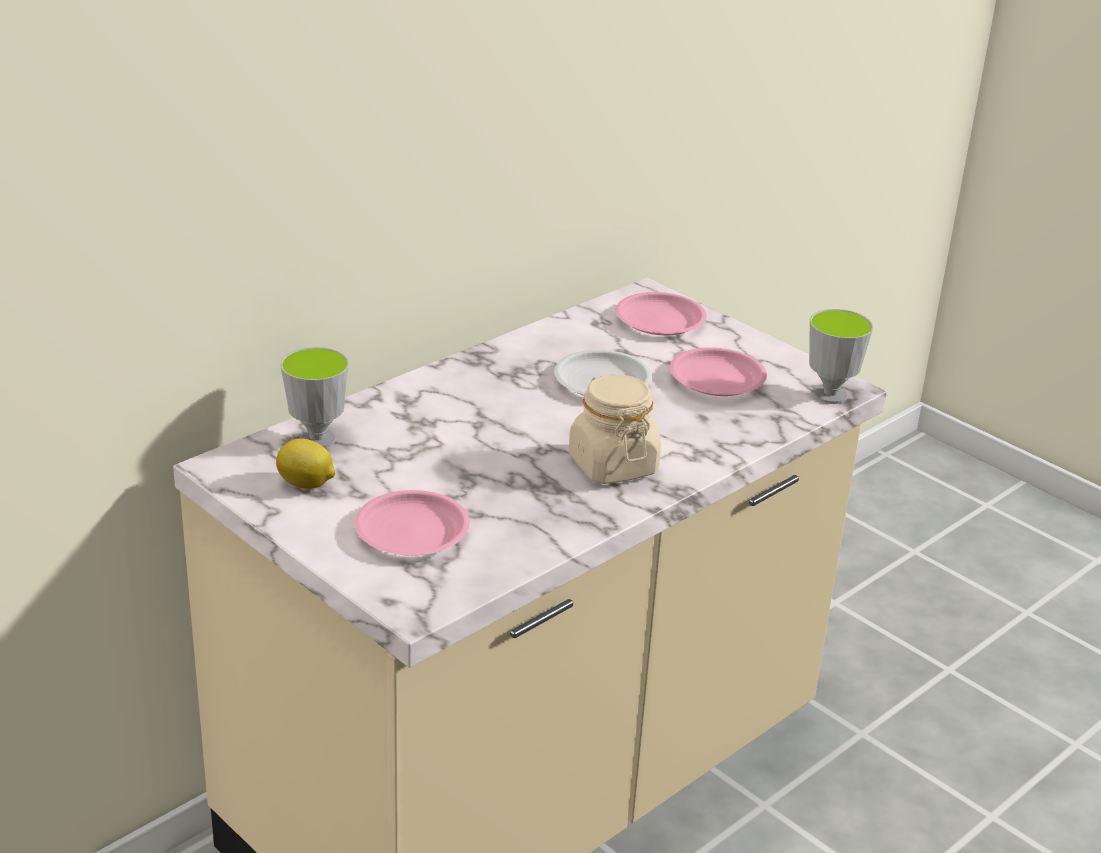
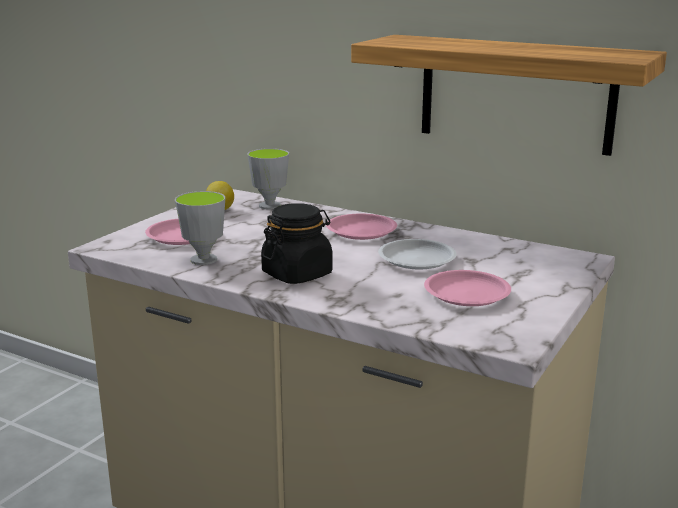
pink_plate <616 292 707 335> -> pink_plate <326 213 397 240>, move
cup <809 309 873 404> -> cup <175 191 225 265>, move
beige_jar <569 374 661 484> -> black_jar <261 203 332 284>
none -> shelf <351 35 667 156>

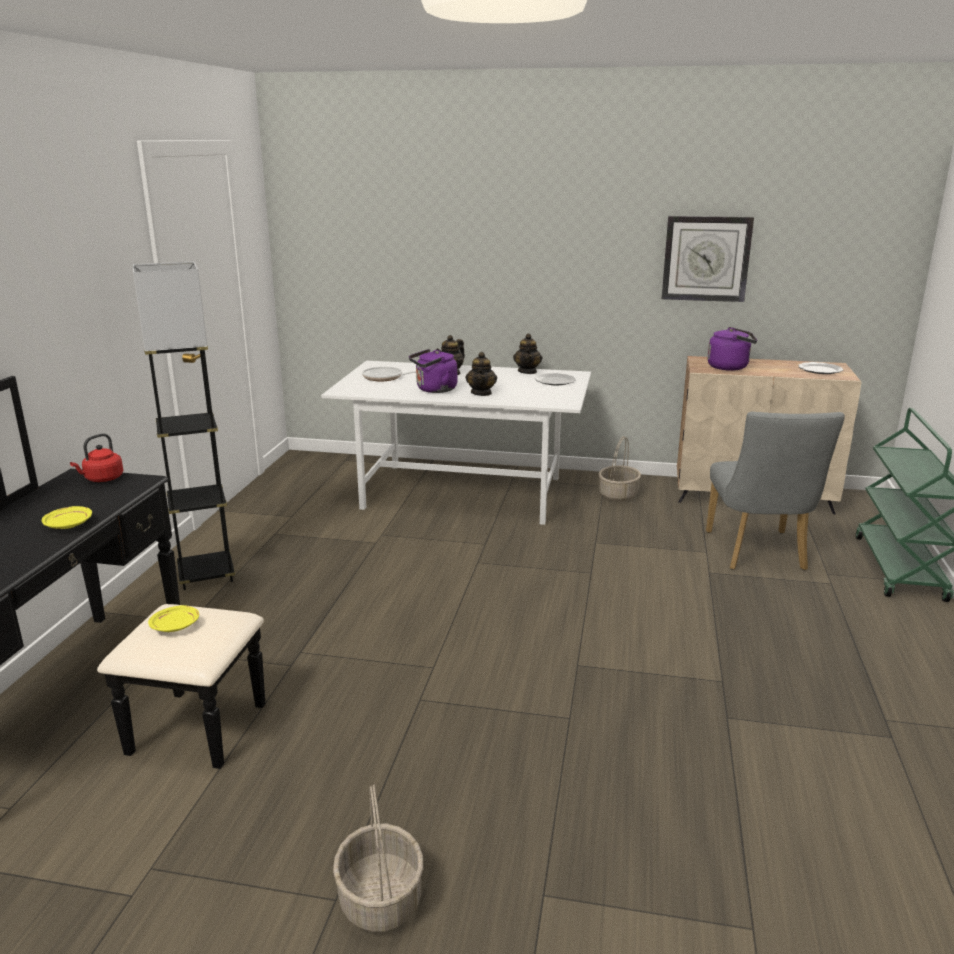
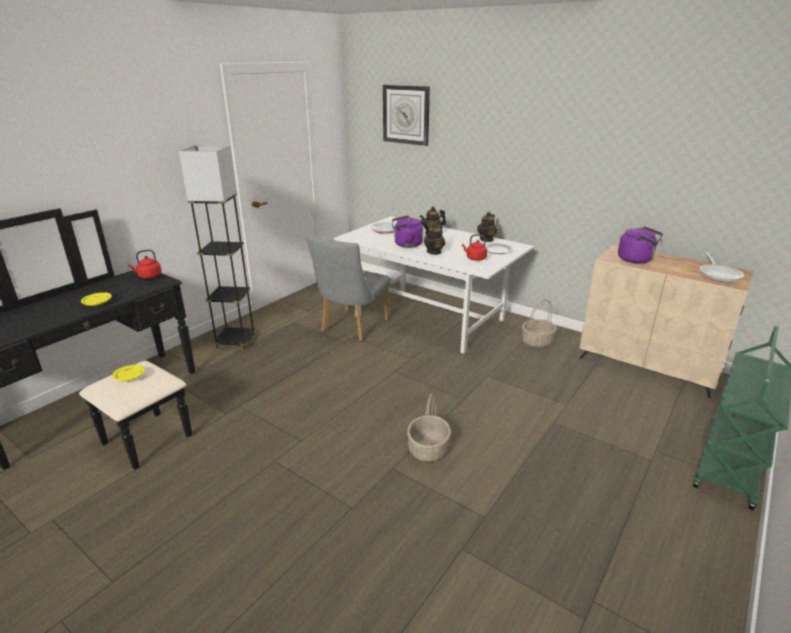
wall_clock <662 216 754 302> -> wall_clock <383 85 430 146>, move
plate <798 362 843 374> -> frying_pan <700 252 744 282>
grey_chair <706 412 845 570> -> grey_chair <307 235 390 341>, move
basket <333 785 423 932> -> basket <407 393 451 462>, move
none -> red_kettle <462 234 487 261>

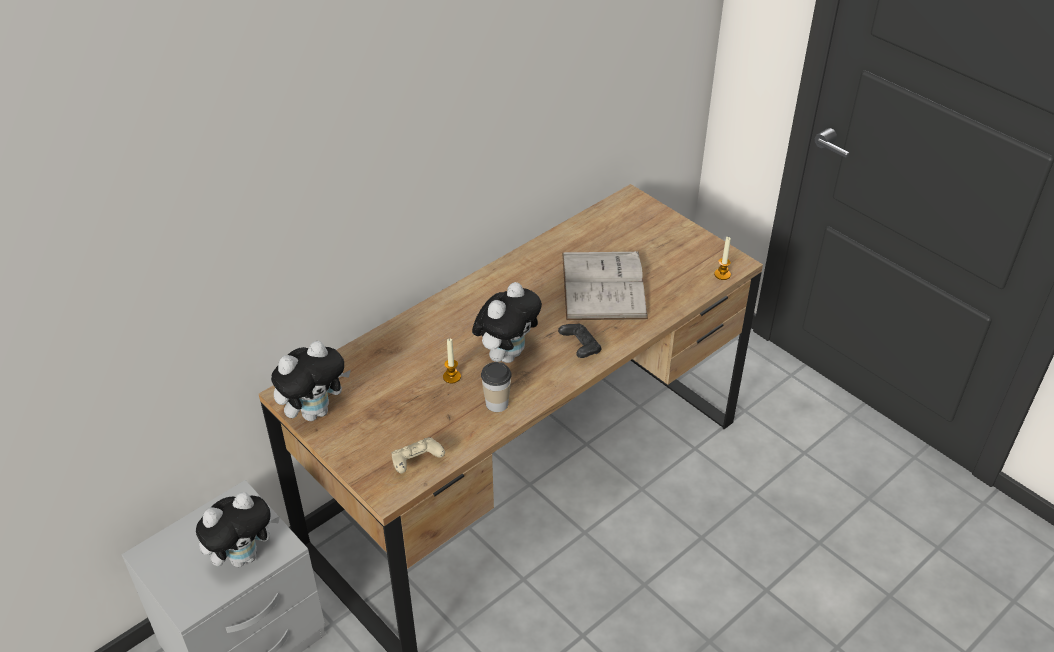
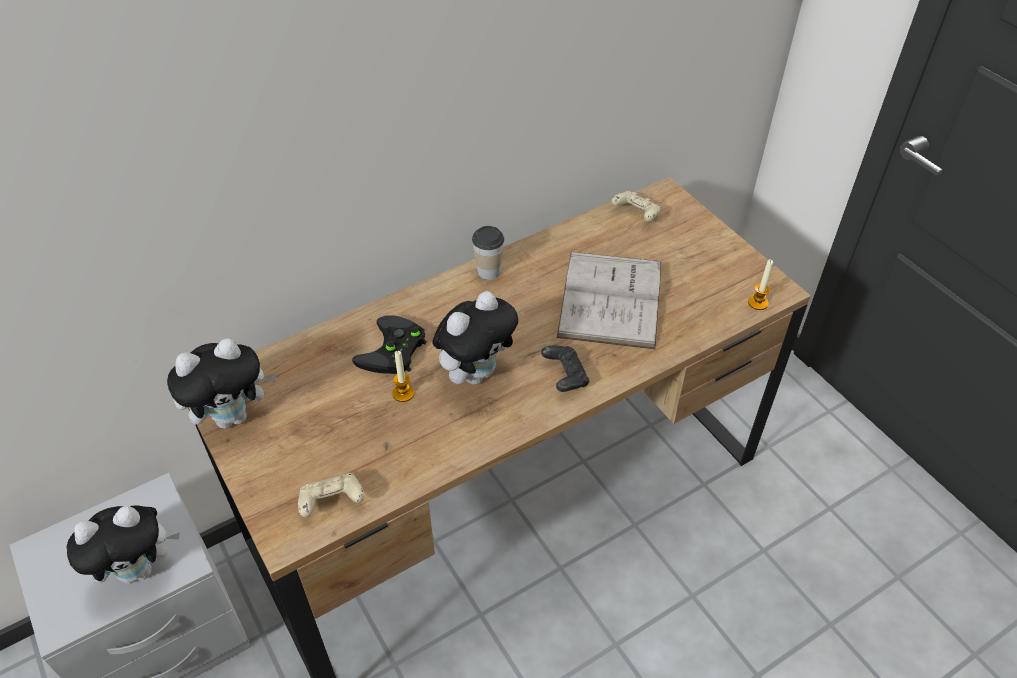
cup <481 362 512 412> -> cup <472 226 504 280>, move
none -> beige_game_controller <611 191 661 222>
none -> black_game_controller <352 316 427 374>

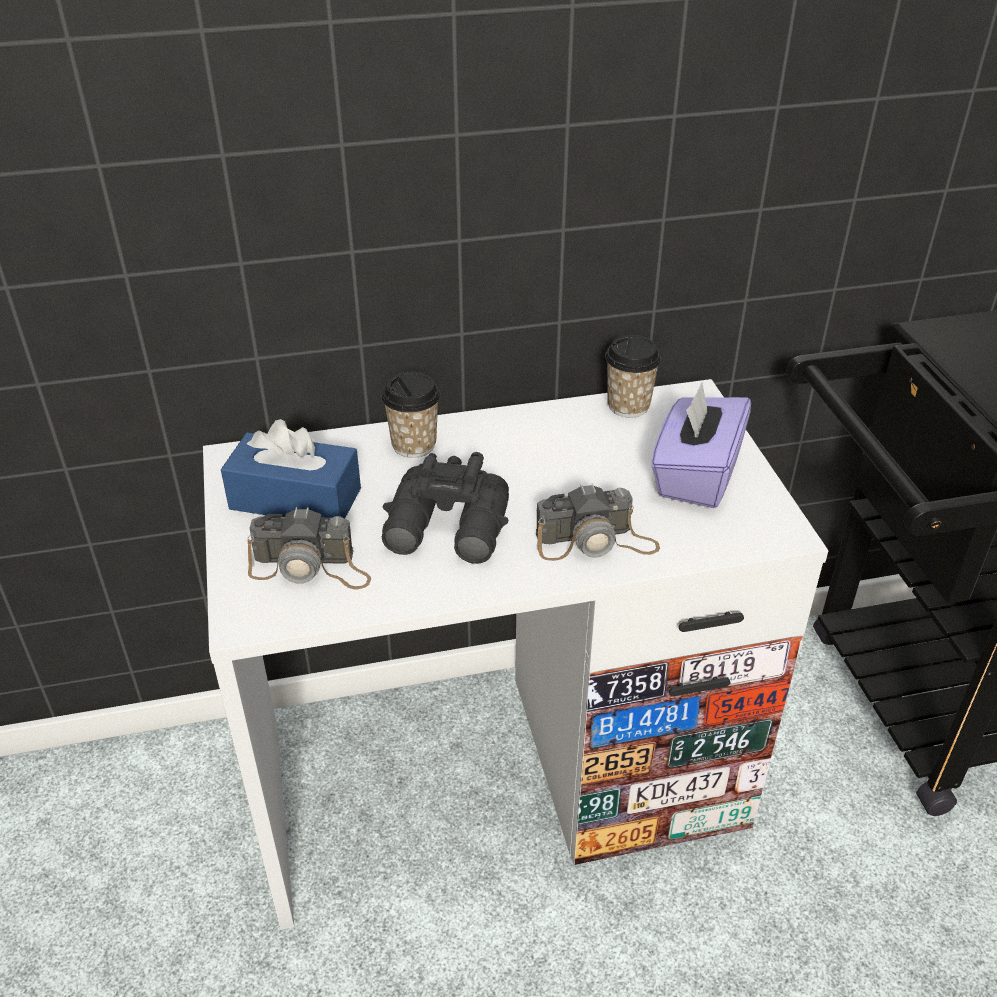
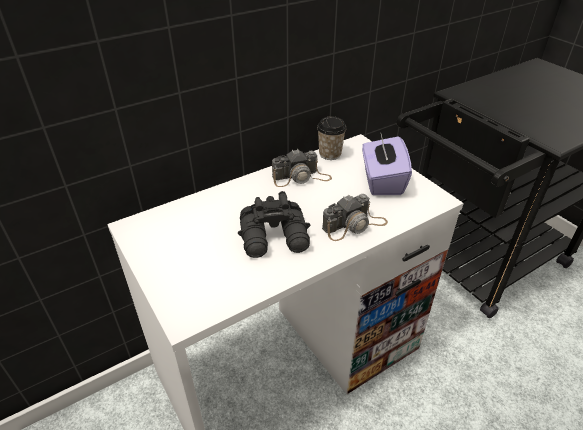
cup <382 372 440 458> -> none
blue_tissue_box <221 419 361 518> -> none
photo_camera <247 507 371 589> -> photo_camera <272 149 332 187>, move

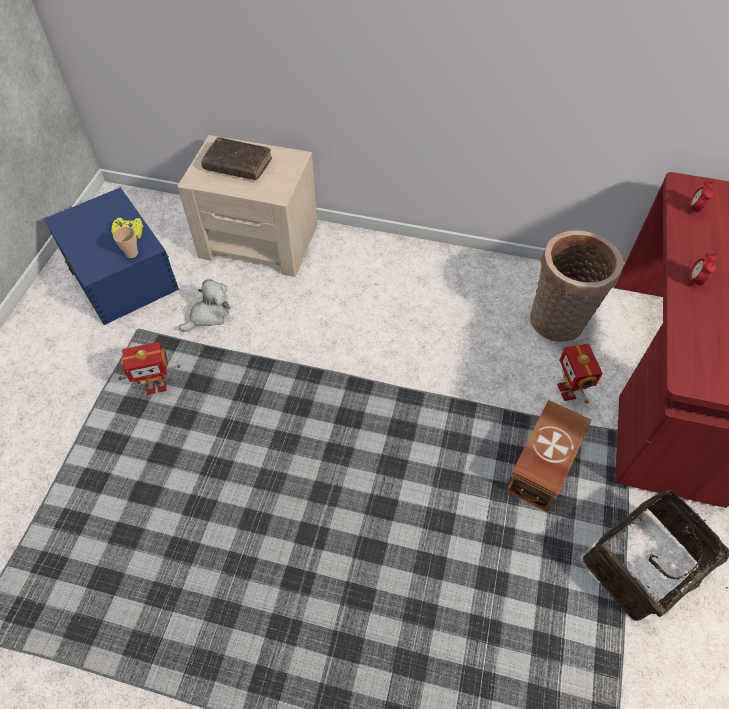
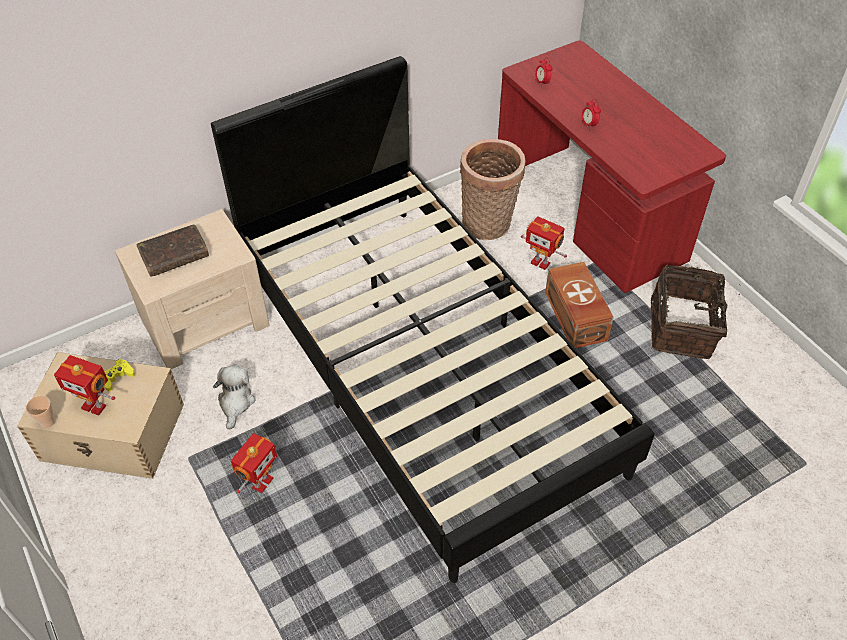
blue_storage_box <44 187 179 325> -> beige_storage_box <17 352 184 479>
cup <113 227 138 258> -> cup <26 396 55 428>, move
none -> black_bed <211 56 654 583>
none -> toy_robot <54 355 115 416>

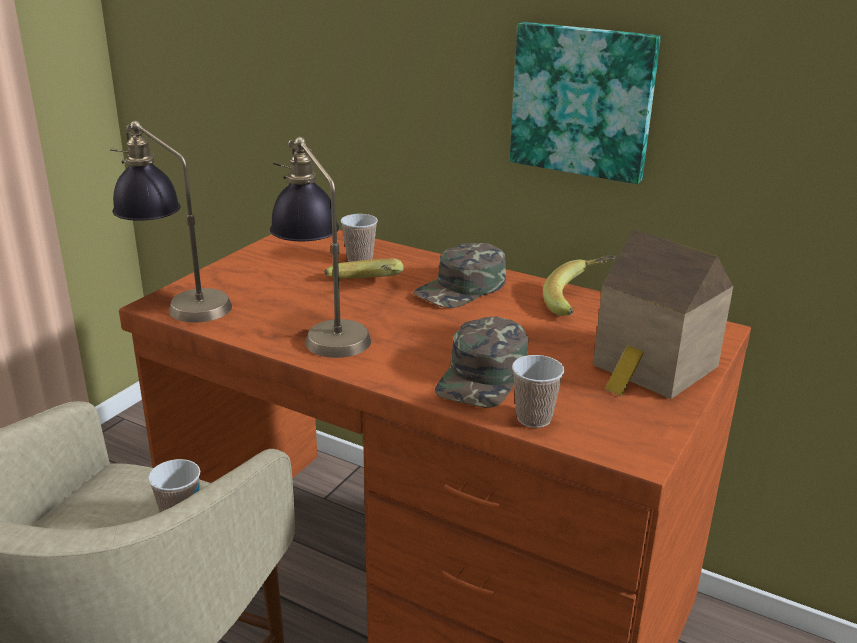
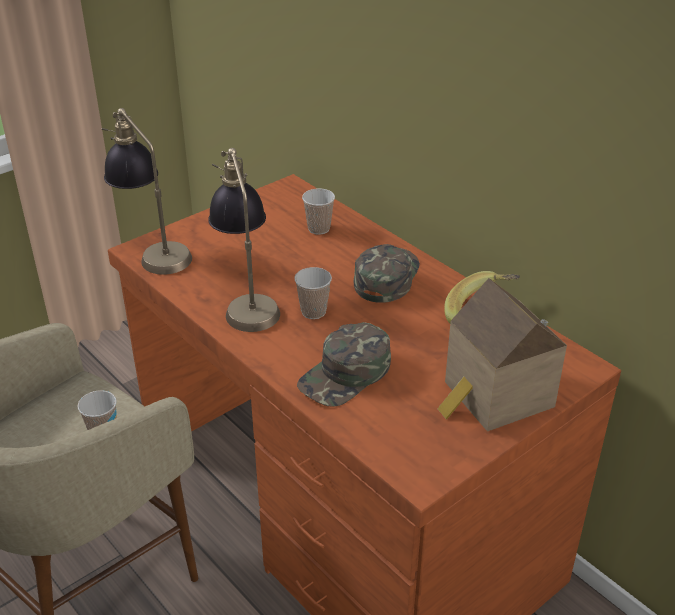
picture <510 22 661 184> -> none
green_cap <413 243 506 308> -> green_cap <354 244 420 303>, 135 degrees clockwise
banana <324 258 404 279> -> none
cup <512 355 565 428> -> cup <294 267 332 319>, move

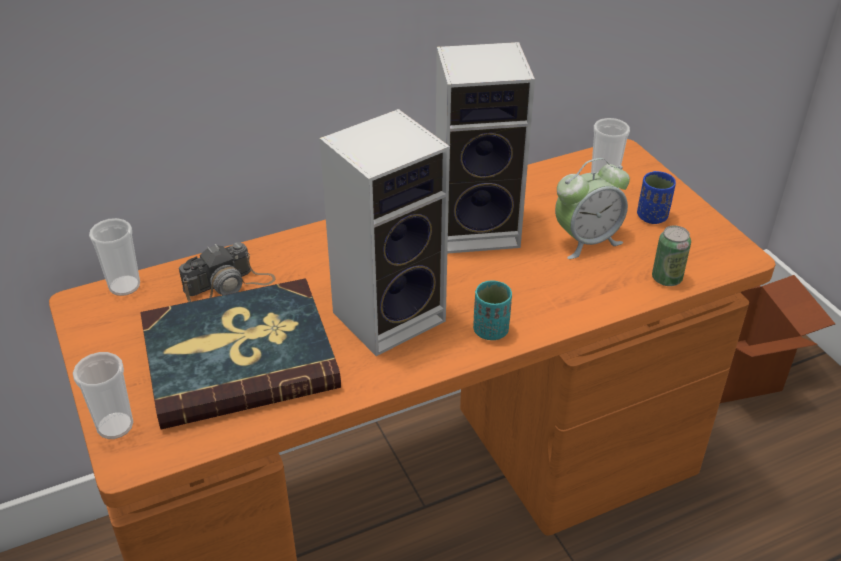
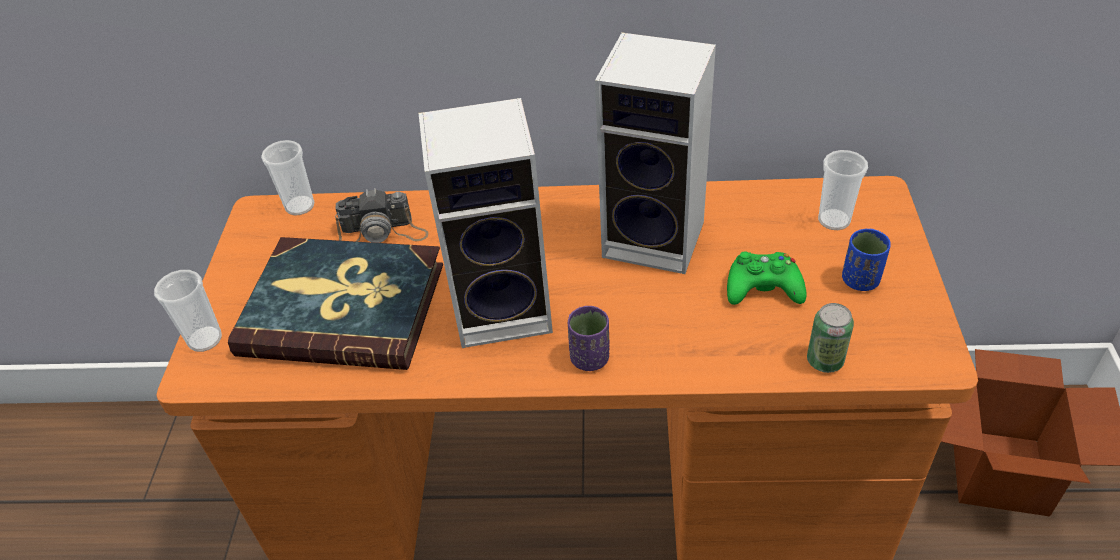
alarm_clock <555 158 630 259> -> green_game_controller <727 251 806 305>
turquoise_cup <473 280 512 340> -> purple_cup <568 305 609 371>

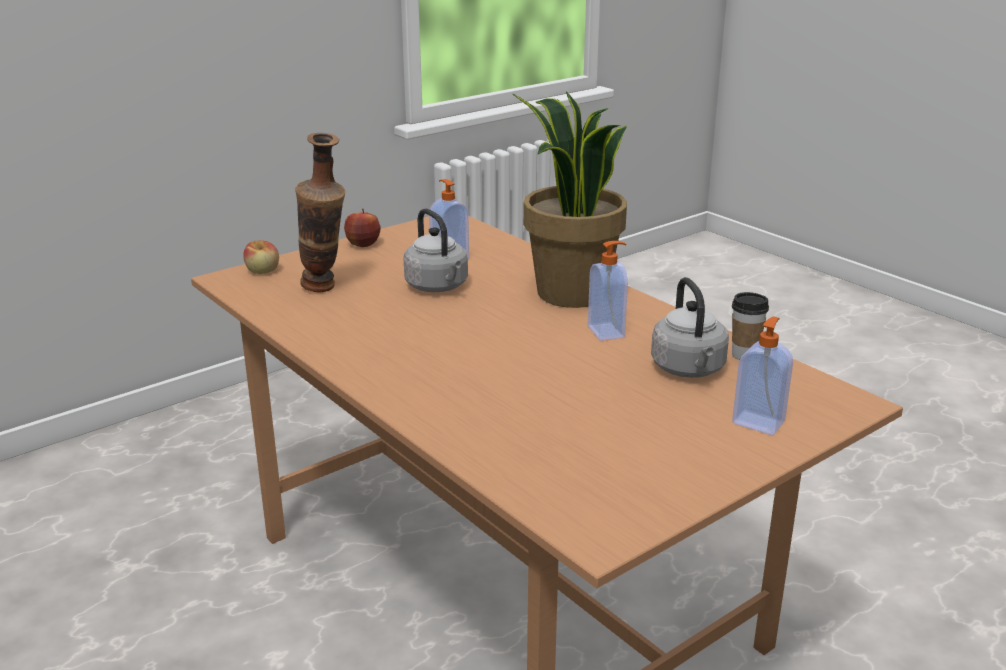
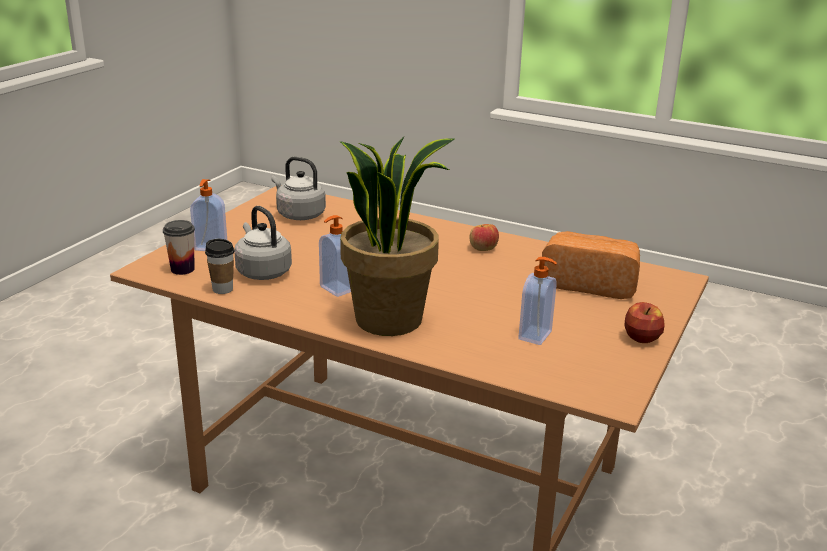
vase <296 133 345 293> -> bread <542 231 640 299>
grey_kettle <403 209 468 292> -> grey_kettle <271 156 326 220>, move
apple <243 240 279 274> -> apple <470 224 499 251>, move
none -> cup <163 220 195 275>

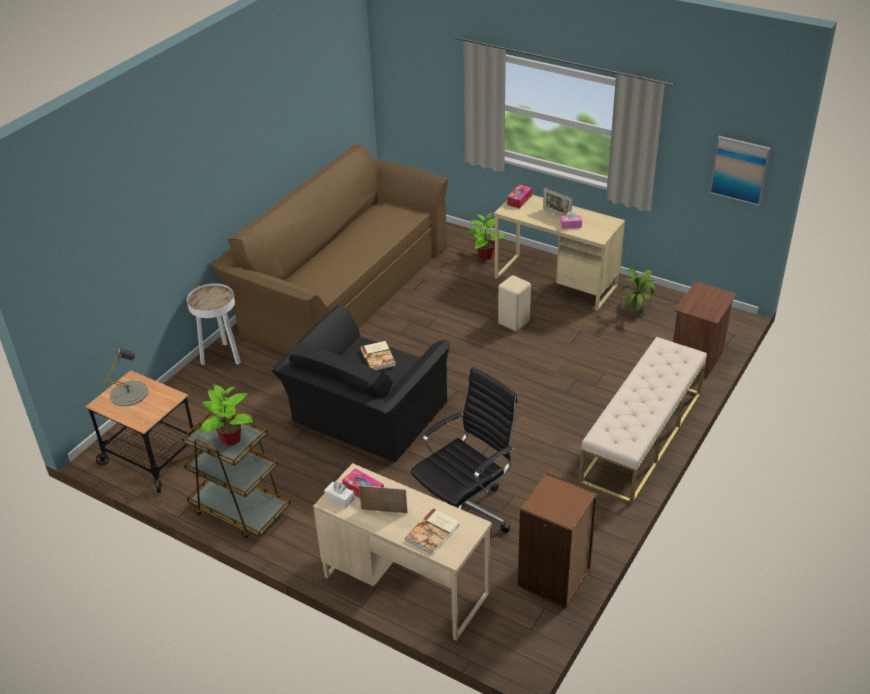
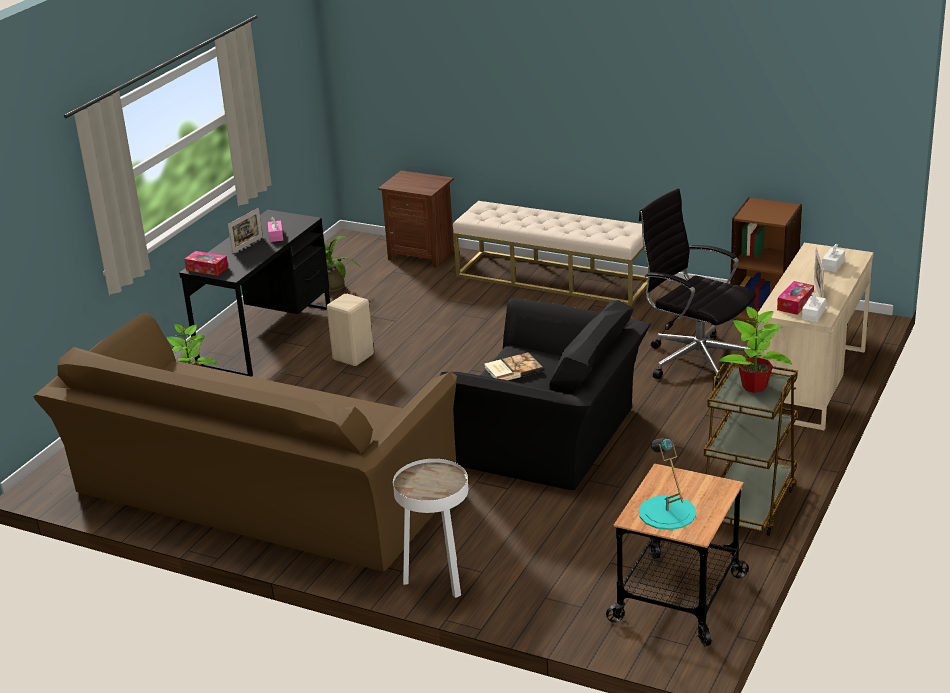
picture <709 136 771 206> -> none
beige_desk <494 195 625 311> -> black_desk <179 210 330 377>
grey_table_lamp <105 348 148 406> -> turquoise_table_lamp <639 438 696 530>
book <405 508 460 555> -> white_tissue_box <822 244 845 272>

